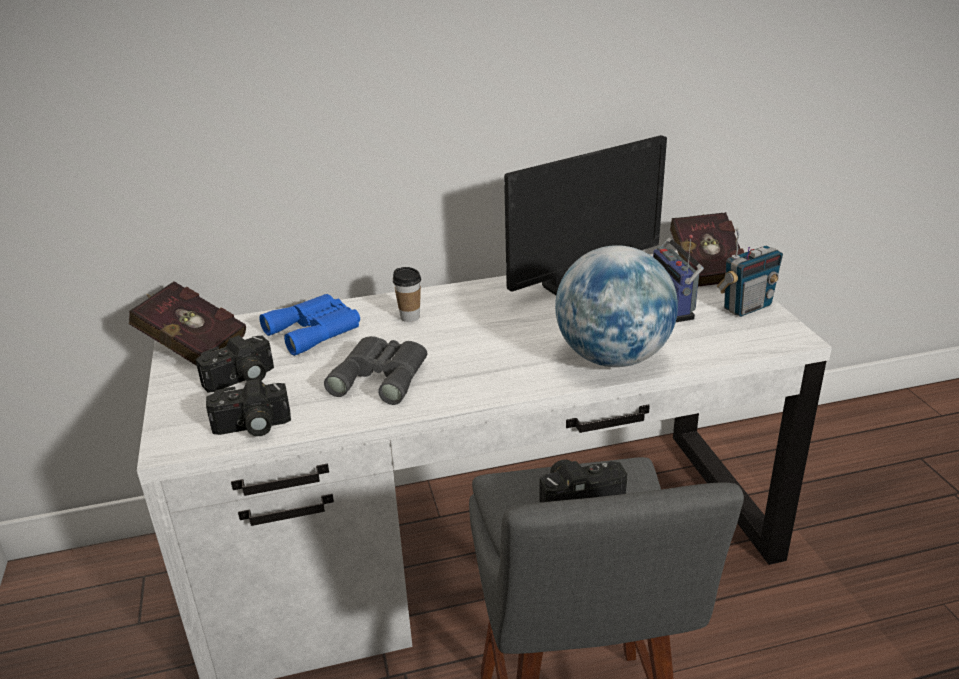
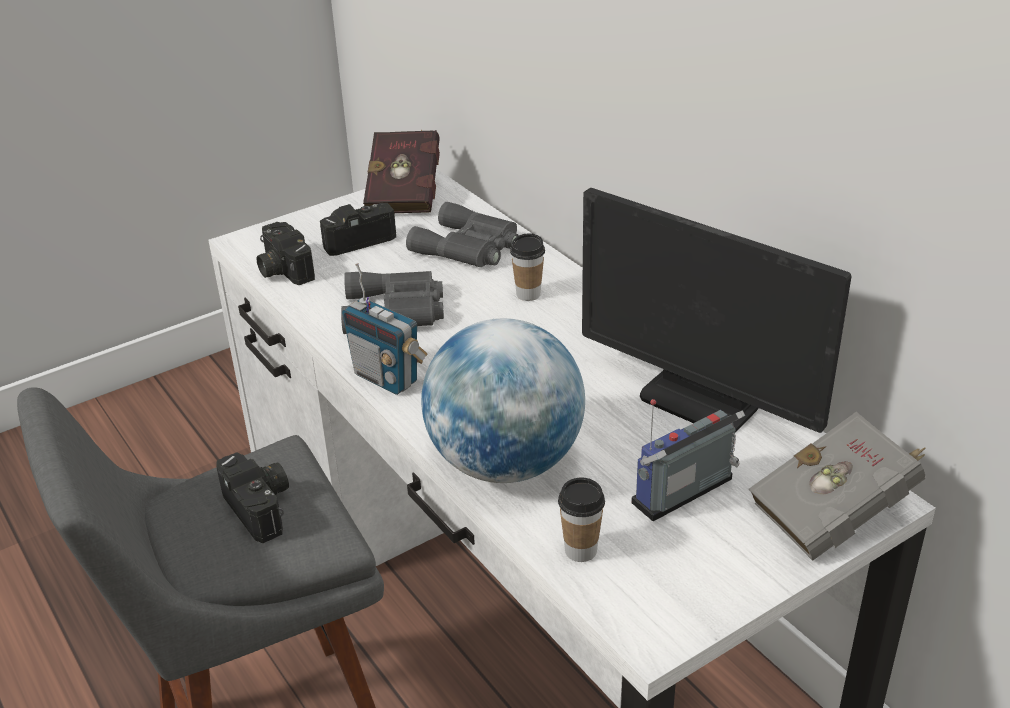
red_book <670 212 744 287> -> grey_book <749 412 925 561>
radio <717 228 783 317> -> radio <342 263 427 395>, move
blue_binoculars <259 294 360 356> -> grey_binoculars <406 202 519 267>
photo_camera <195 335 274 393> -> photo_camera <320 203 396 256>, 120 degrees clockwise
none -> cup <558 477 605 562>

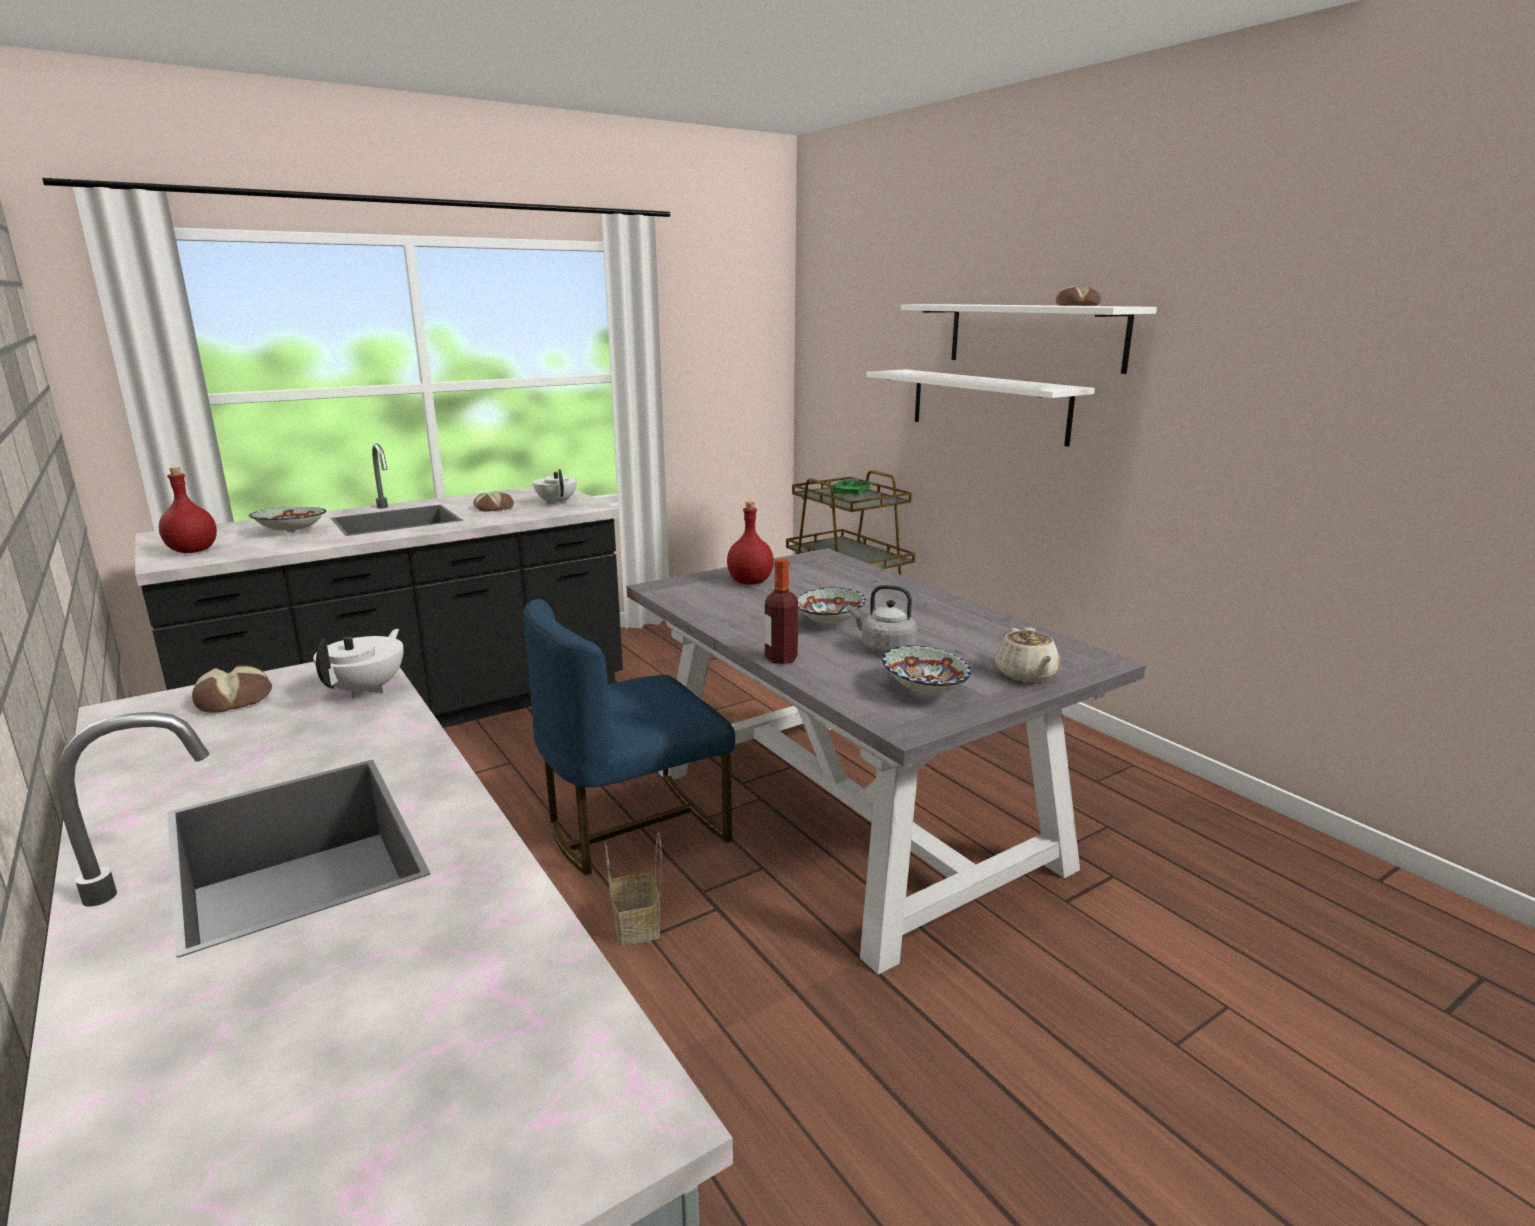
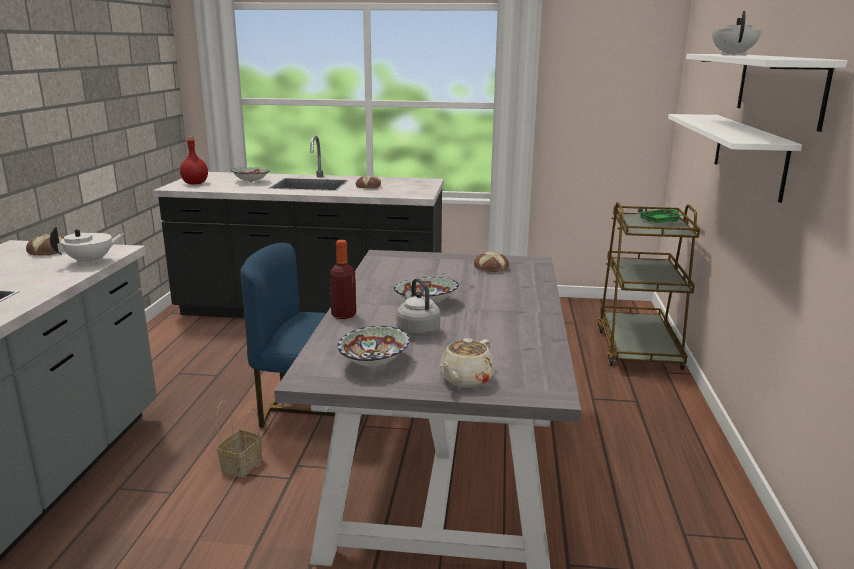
bread <1056 286 1101 306> -> bread <474 251 509 272>, move
white_teapot <533 469 577 505> -> white_teapot <712 11 762 55>, move
red_bottle <727 502 774 585> -> none

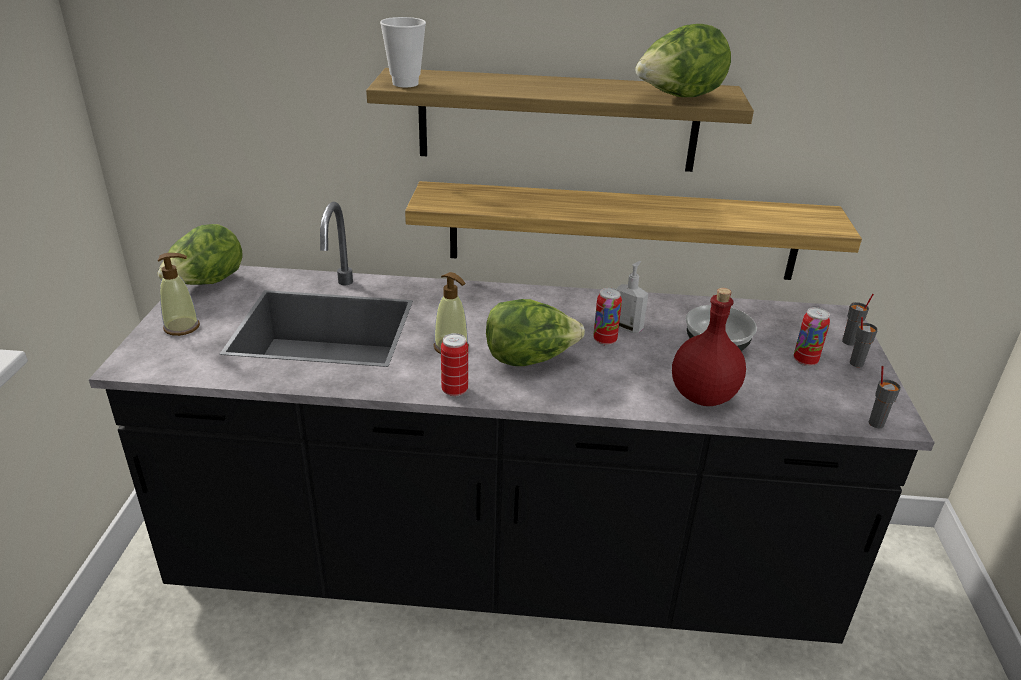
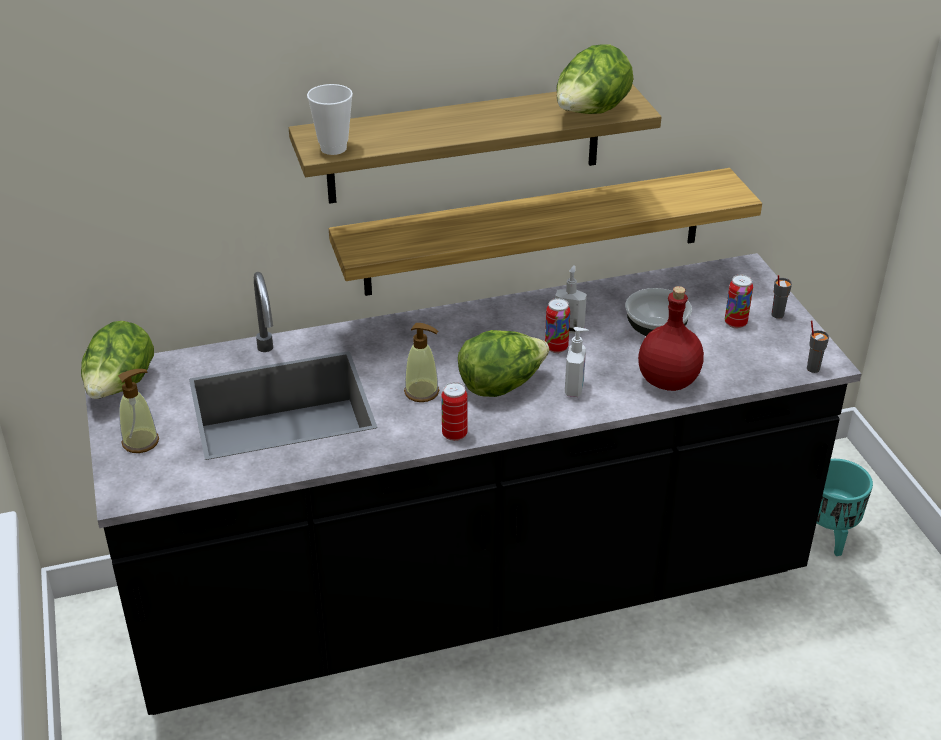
grey_cup <842 294 874 346> -> none
none -> soap_dispenser <565 327 589 397>
none -> turquoise_planter <817 459 873 556>

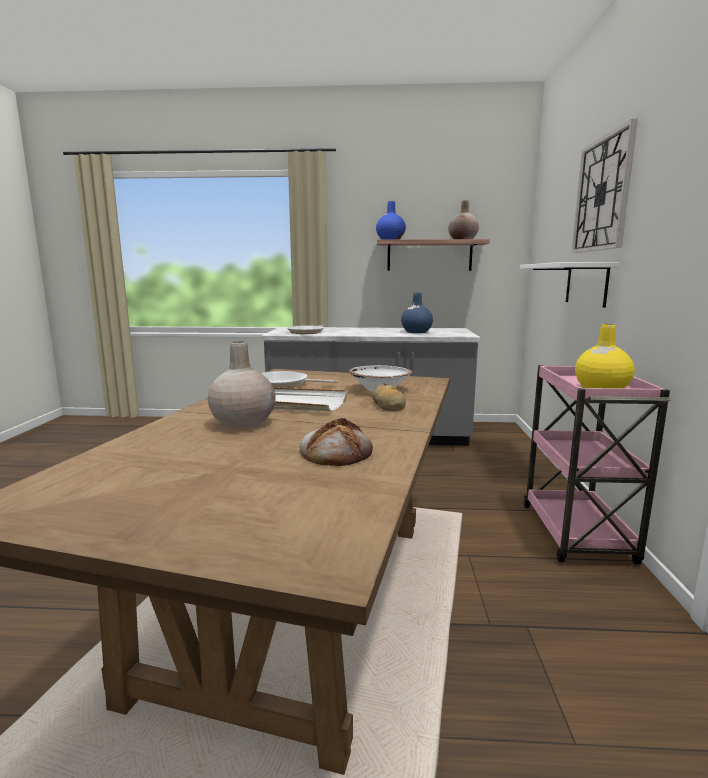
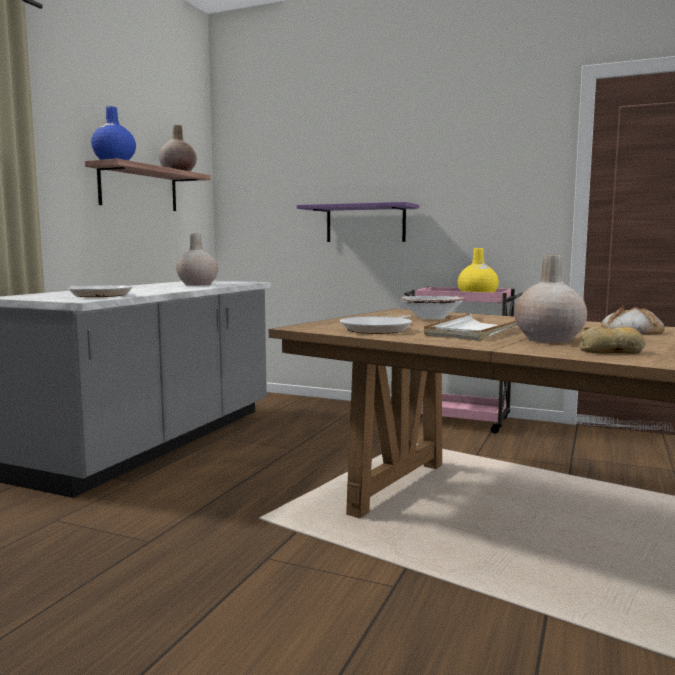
wall_clock <572 119 638 253> -> none
white_shelf <520 262 619 308> -> purple_shelf <297 202 419 242>
blue_vase <401 292 433 333> -> beige_vase <176 234 218 285>
bread <372 385 406 411> -> bread <579 327 646 354>, move

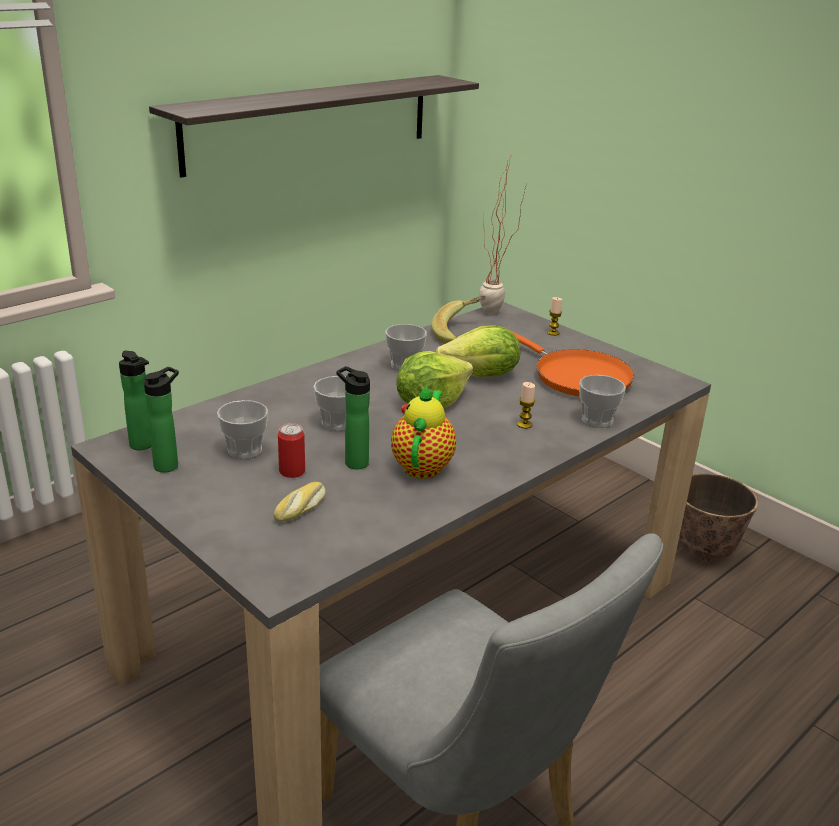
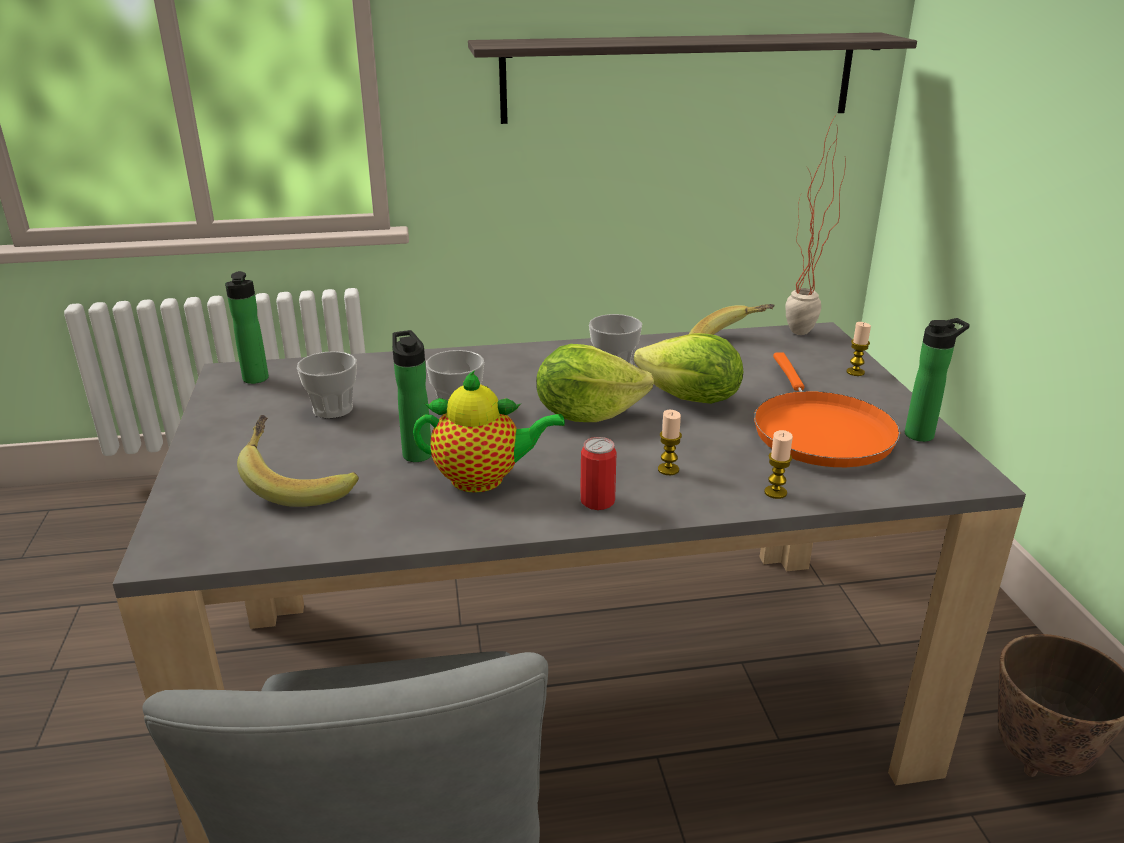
bottle <144 367 179 473> -> bottle <905 318 970 442>, move
cup <579 375 626 428> -> candle <764 430 793 499>
teapot <391 384 456 479> -> teapot <413 370 565 493>, 45 degrees clockwise
can <278 423 305 478> -> can <580 437 617 510>, move
bread <274 482 326 522> -> banana <237 415 359 507>

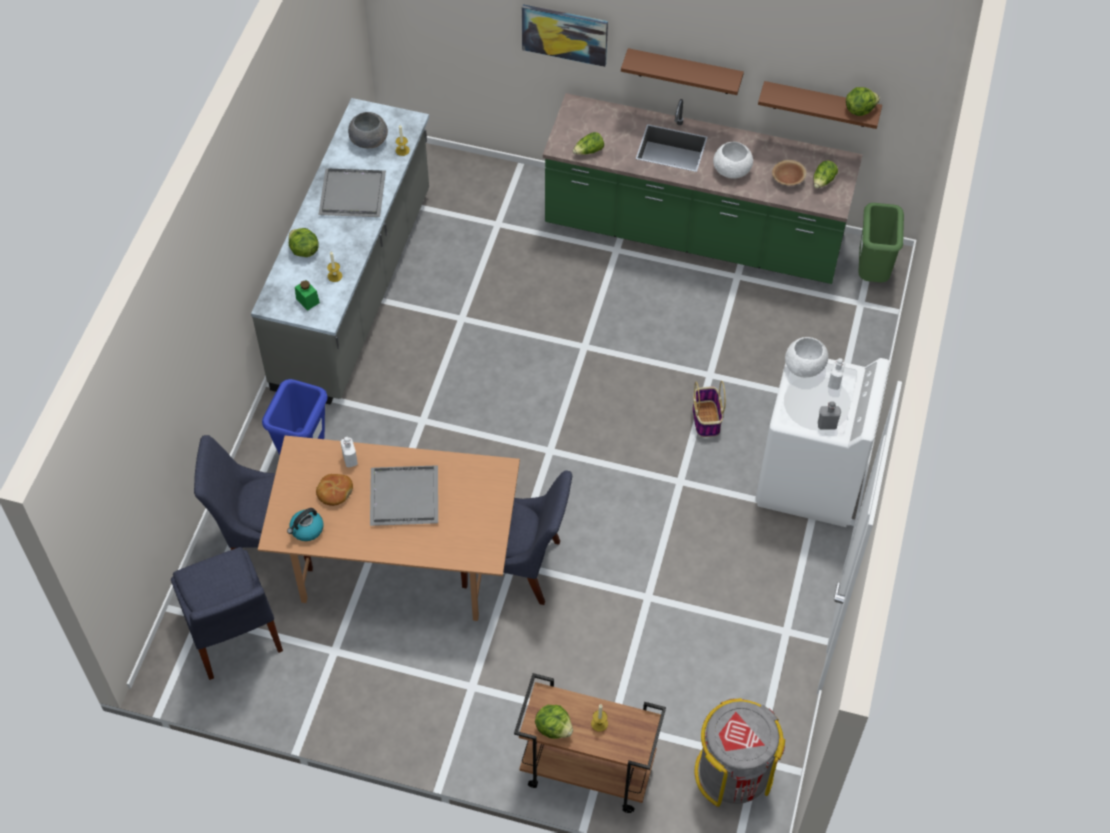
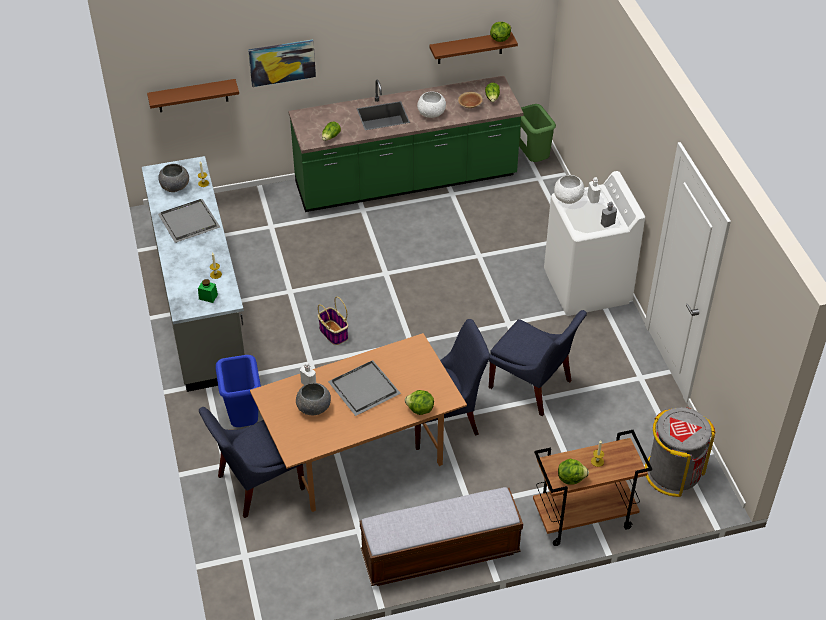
brown_shelf <621 48 744 95> -> brown_shelf <147 79 239 112>, move
lettuce <289 228 319 257> -> lettuce <405 390 434 415>, move
basket <693 381 726 437> -> basket <318 297 348 345>, move
bread <316 474 353 506> -> grey_bowl <296 383 331 415>
kettle <287 508 323 541> -> none
blue_chair <171 547 283 680> -> blue_chair <489 310 587 416>, move
none -> bench <360 487 523 586>

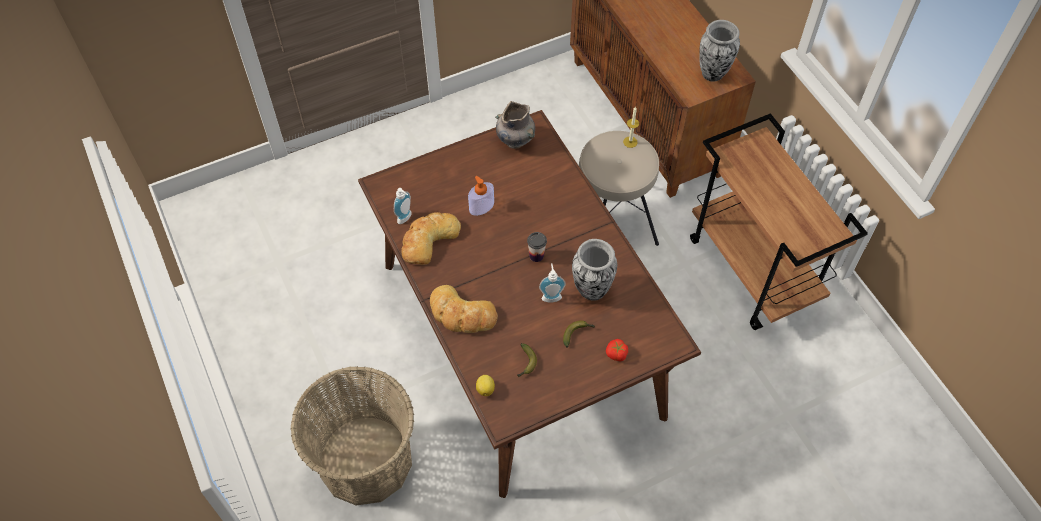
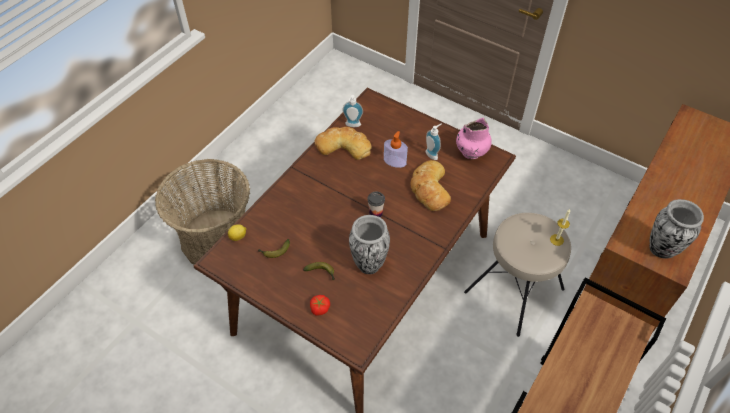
grey_vase <495 101 535 149> -> pink_vase <456 118 492 160>
soap_dispenser <539 263 566 302> -> soap_dispenser <426 123 442 160>, move
bread <430 285 498 333> -> bread <411 160 451 211>, move

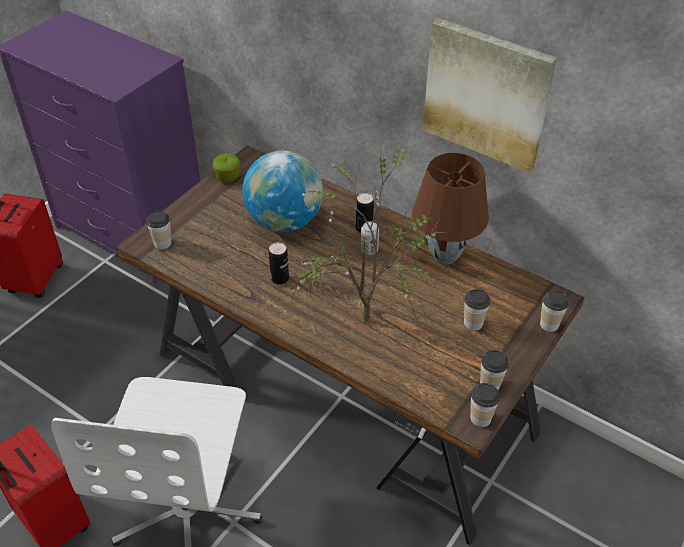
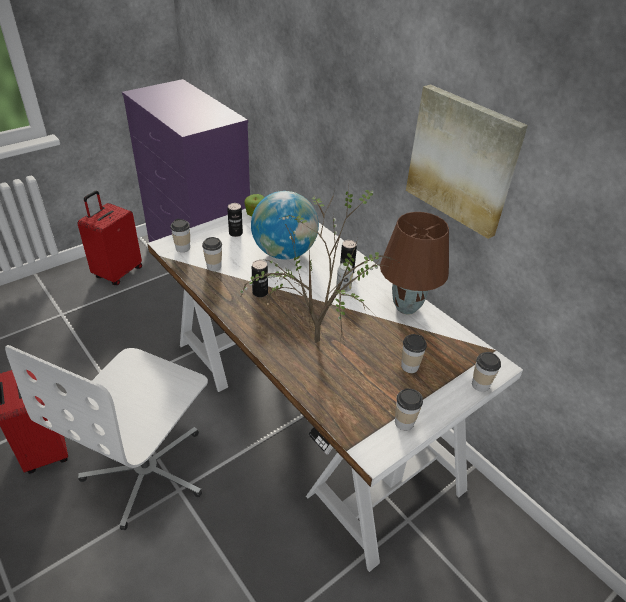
brown_desk <116 145 585 545> -> white_desk <147 209 523 572>
cup <470 383 500 427> -> cup <202 237 222 271>, move
none -> can <227 203 243 237>

